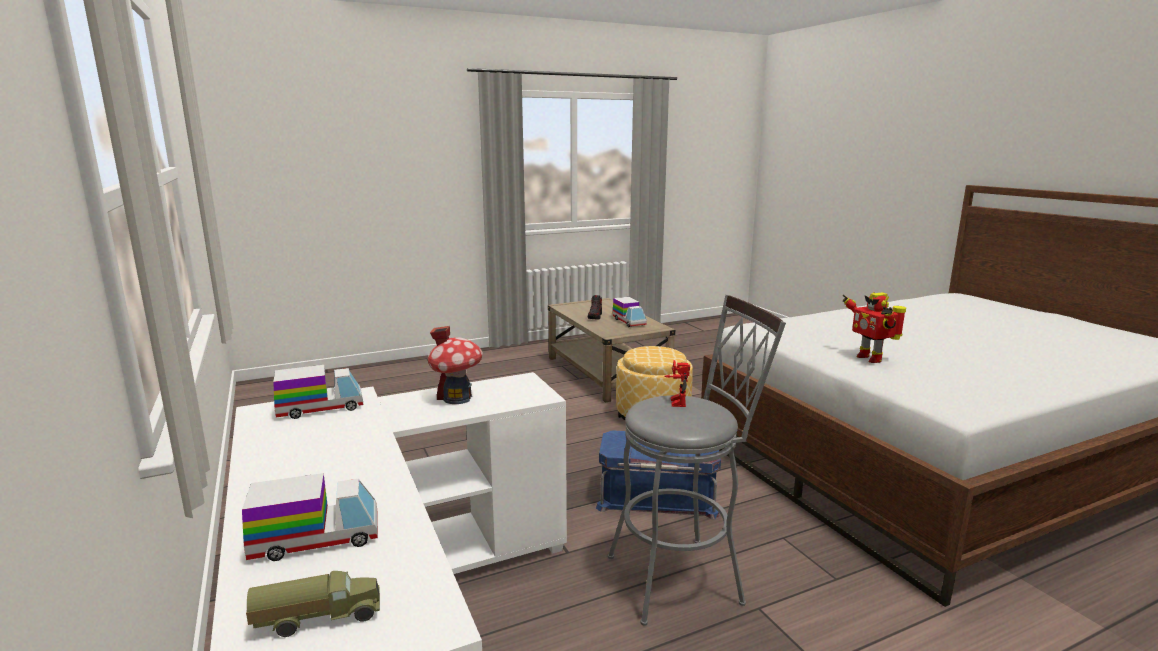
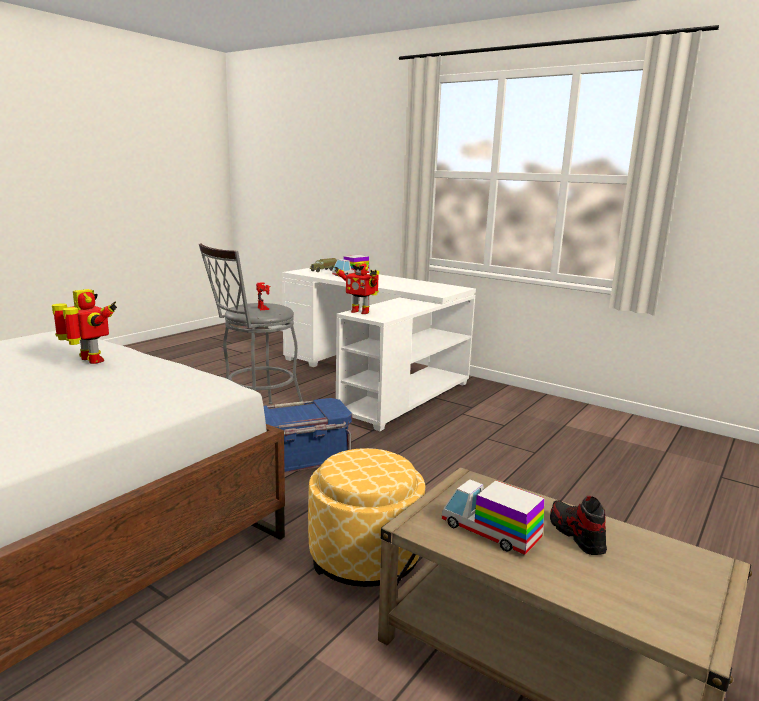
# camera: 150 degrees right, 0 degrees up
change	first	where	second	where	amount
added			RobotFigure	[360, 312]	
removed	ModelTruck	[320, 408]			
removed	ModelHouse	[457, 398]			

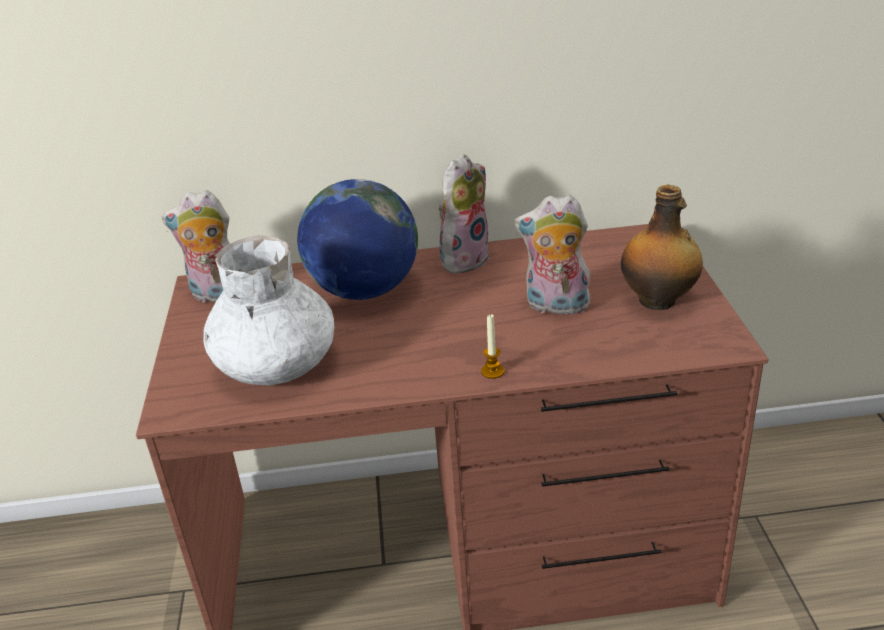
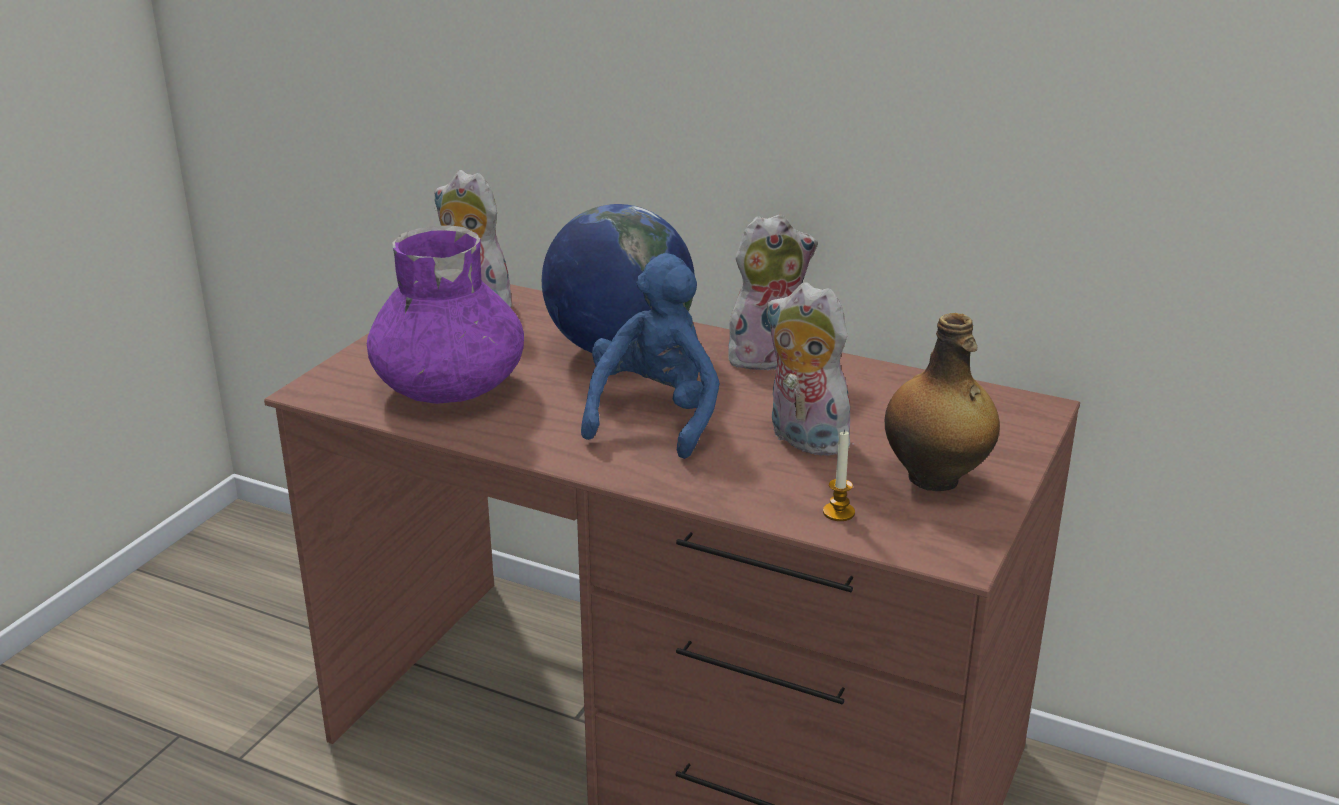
# camera: 30 degrees right, 5 degrees down
change	first	where	second	where	amount
recoloured	WhitishFlowerVase	[276, 364]	PurplishFlowerVase	[450, 386]	
added			BluishPlushToy	[655, 416]	
moved	WaxLight	[492, 371]		[838, 512]	

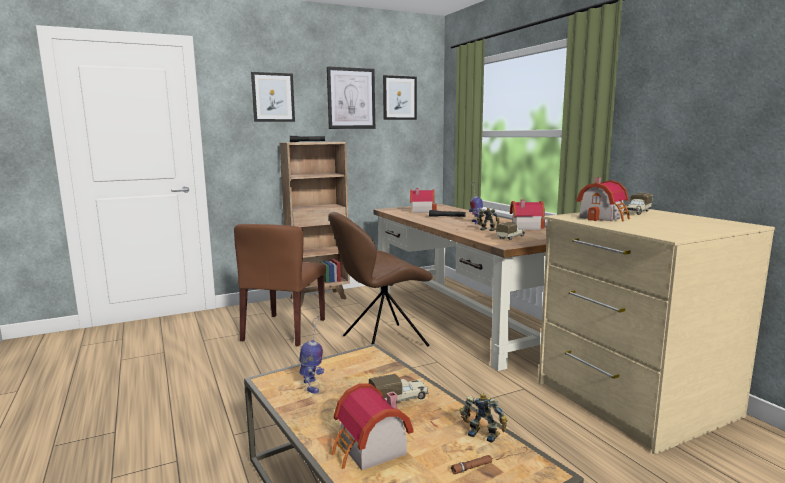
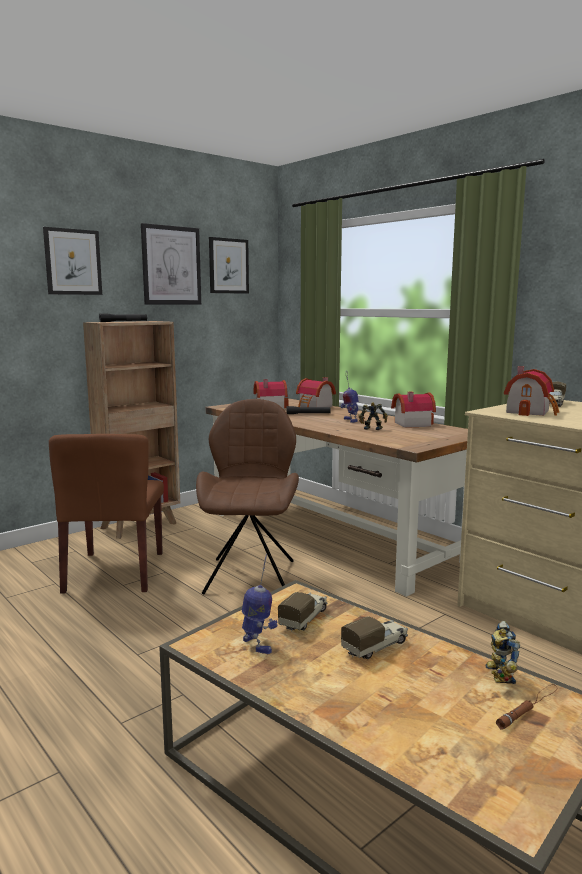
# camera: 15 degrees left, 0 degrees up
change	first	where	second	where	amount
turned	BrownUprightChair	[381, 341]		[251, 575]	135 degrees clockwise
moved	ModelTruck	[511, 237]		[304, 618]	
moved	ModelHouse	[369, 451]		[314, 406]	
turned	RobotFigure	[483, 433]		[497, 675]	105 degrees counterclockwise

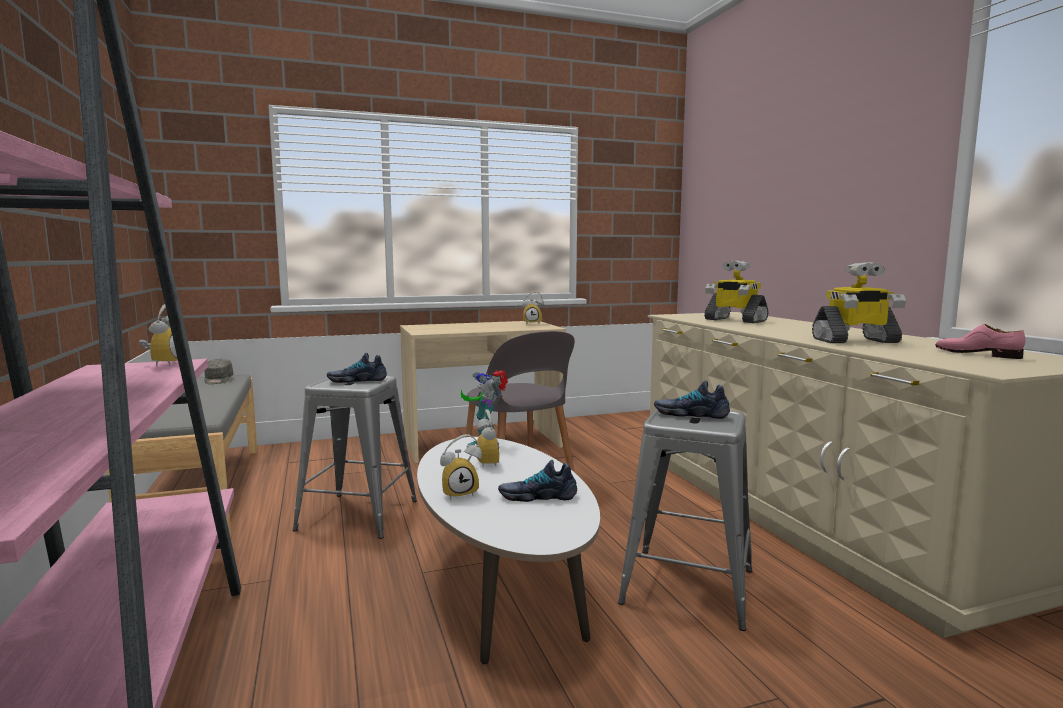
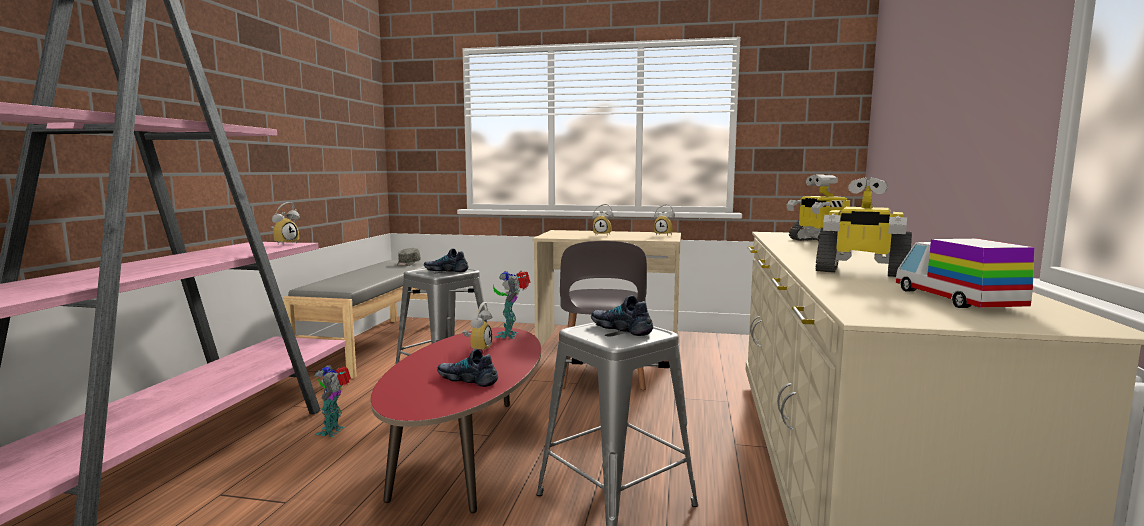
# camera: 30 degrees right, 0 degrees up
change	first	where	second	where	amount
added			RobotFigure	[333, 431]	
recoloured	WhitishLoungeTable	[501, 587]	RedLoungeTable	[468, 456]	
moved	BedsideClock	[460, 493]		[603, 235]	
replaced	PinkColouredShoe	[977, 354]	ModelTruck	[956, 299]	

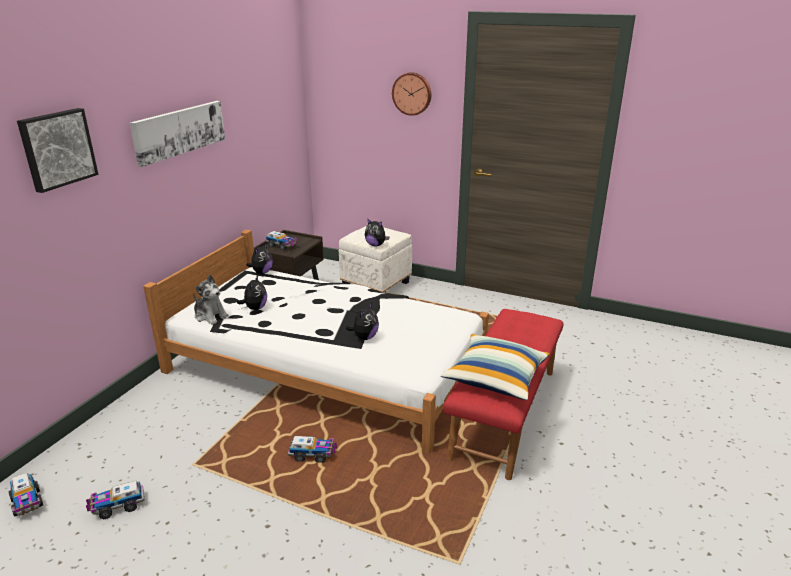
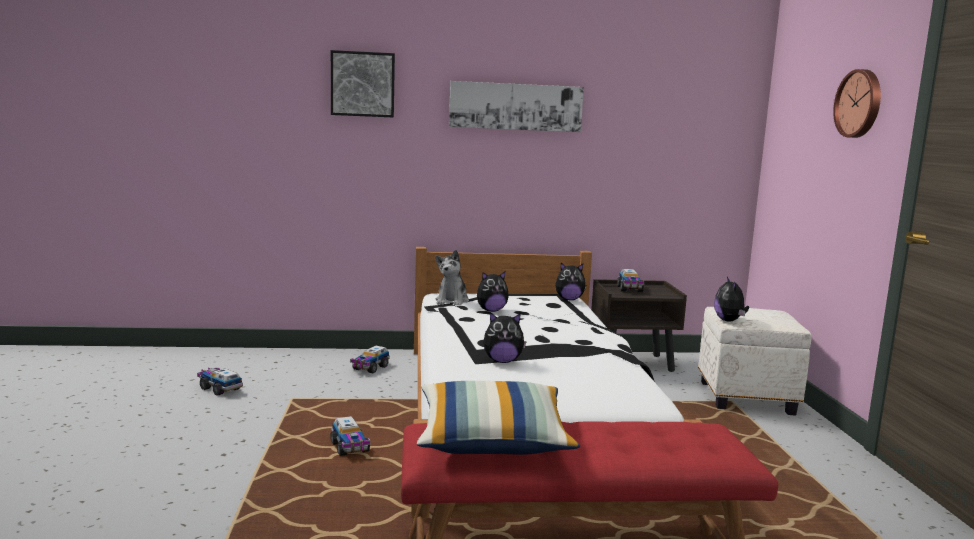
# camera: 60 degrees right, 15 degrees down
change	first	where	second	where	amount
moved	ModelTruck	[27, 503]		[370, 368]	

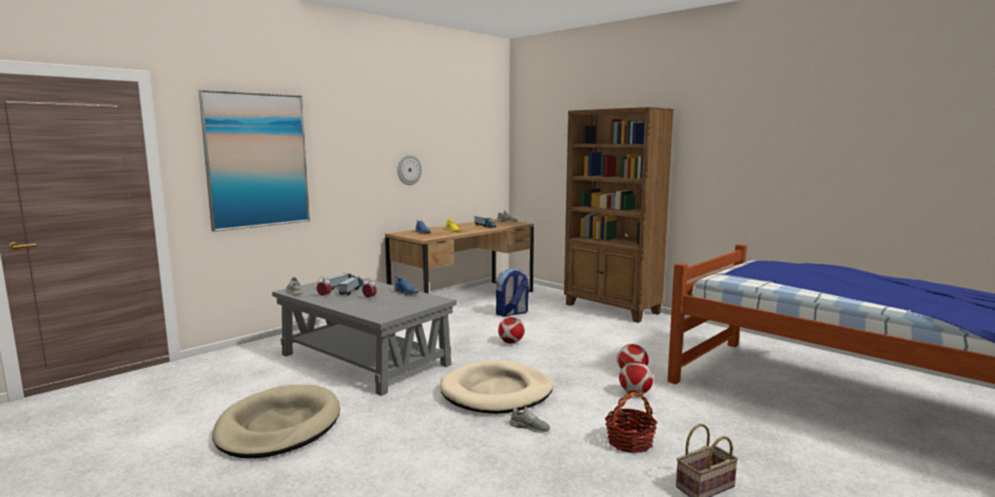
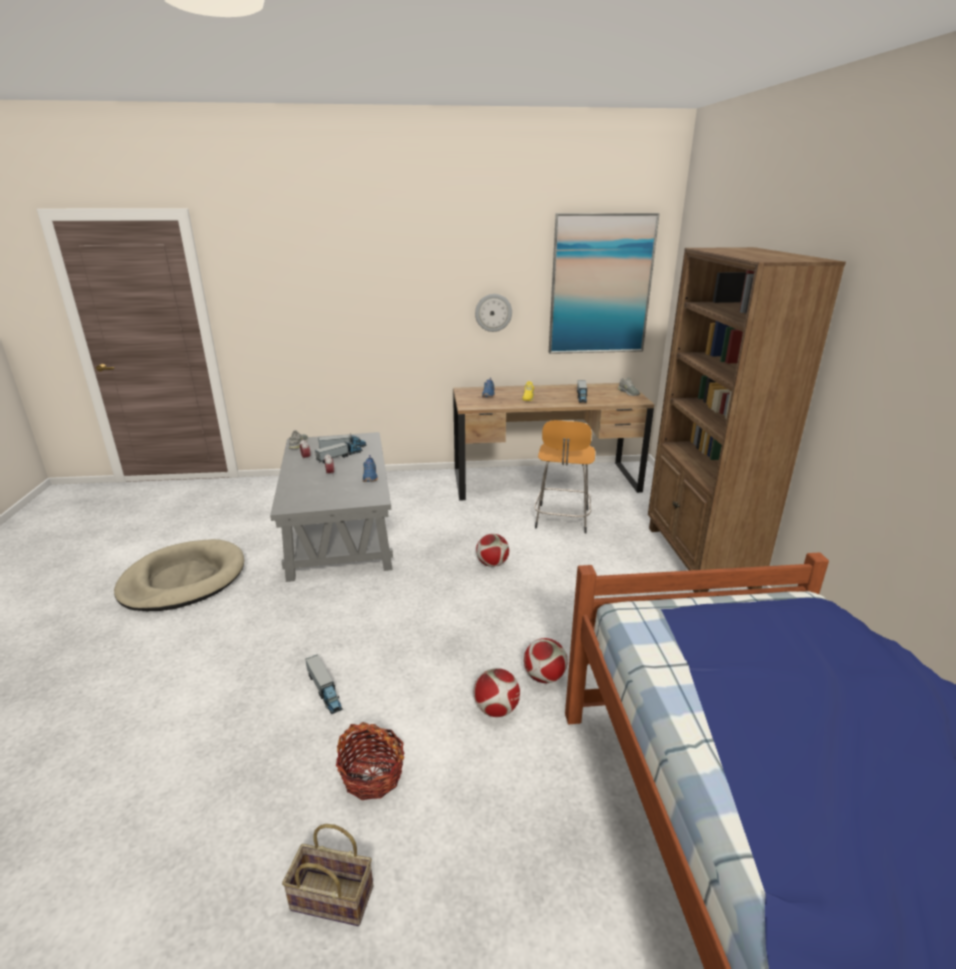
# camera: 40 degrees right, 15 degrees up
change	first	where	second	where	amount
replaced	GrayShoe	[529, 427]	ModelTruck	[324, 691]	
replaced	Backpack	[511, 313]	OrangeStoolSeat	[562, 520]	
moved	Picture	[257, 160]		[600, 285]	
removed	BeigeColouredPetBed	[497, 392]			

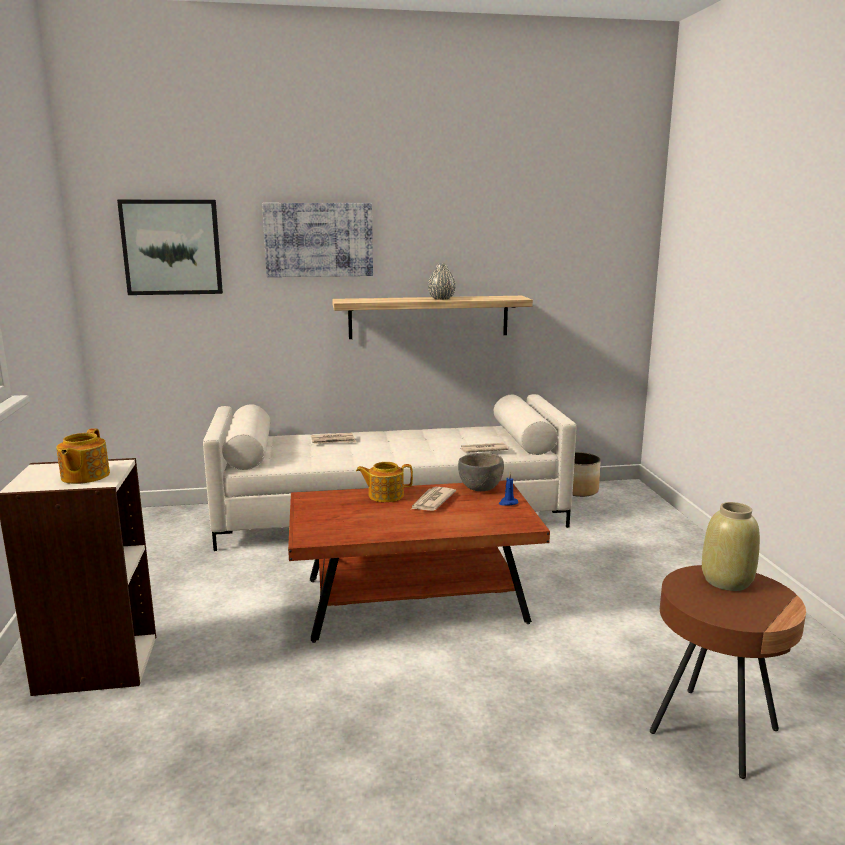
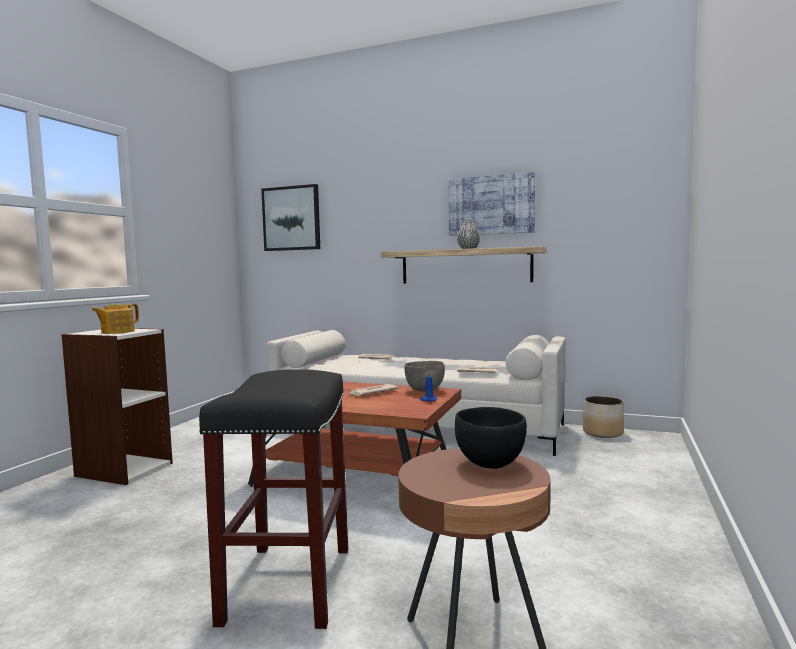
# camera: 30 degrees right, 10 degrees down
change	first	where	second	where	amount
added			BlackColouredStoolSeat	[289, 585]	
moved	Picture	[318, 240]		[491, 205]	
replaced	BeigeColouredFlowerVase	[725, 581]	BlackColouredServingBowl	[489, 463]	
removed	TeaPot	[385, 495]			

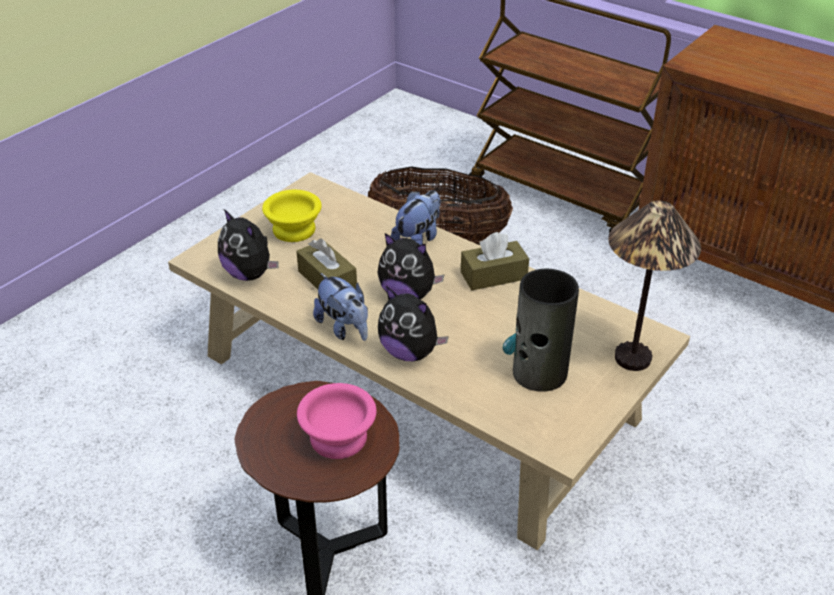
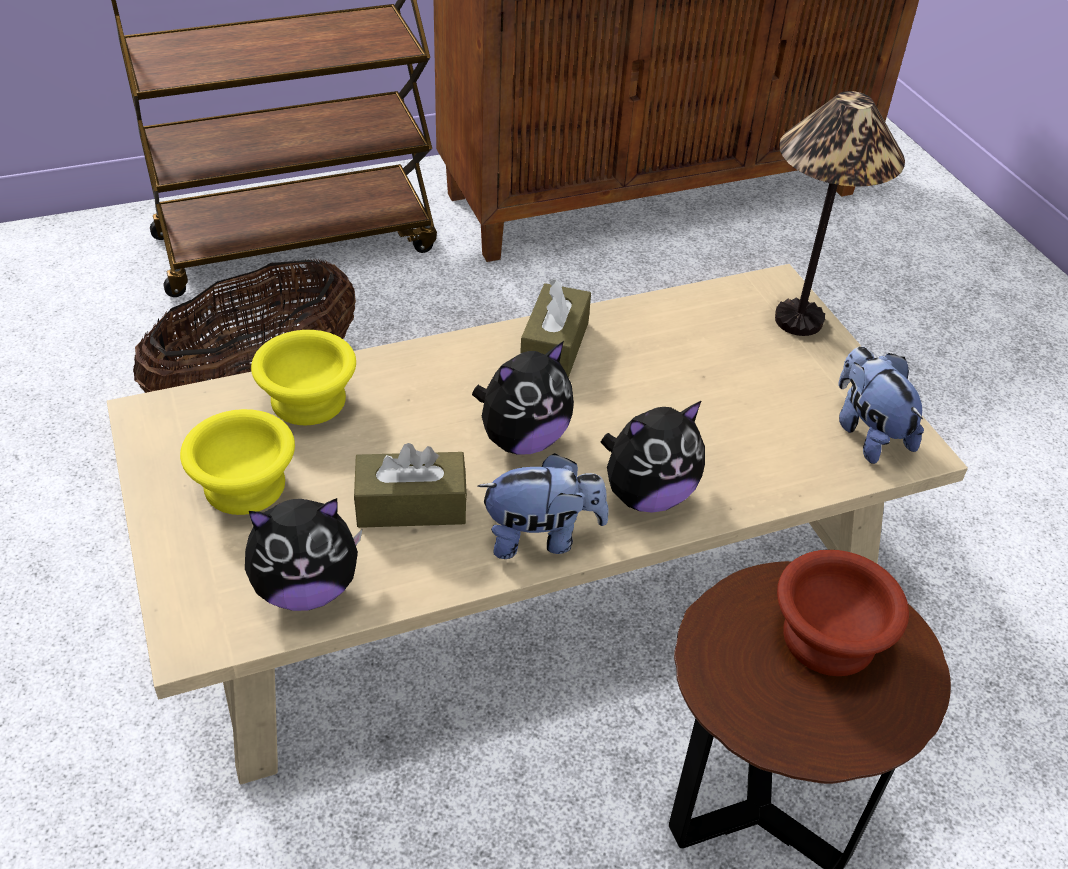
# camera: 60 degrees left, 5 degrees up
change	first	where	second	where	amount
added			YellowServingBowl	[310, 399]	
recoloured	PinkColouredServingBowl	[336, 439]	BrownServingBowl	[829, 642]	
moved	PlushToy	[418, 239]		[867, 433]	
removed	FlowerVase	[539, 373]			

